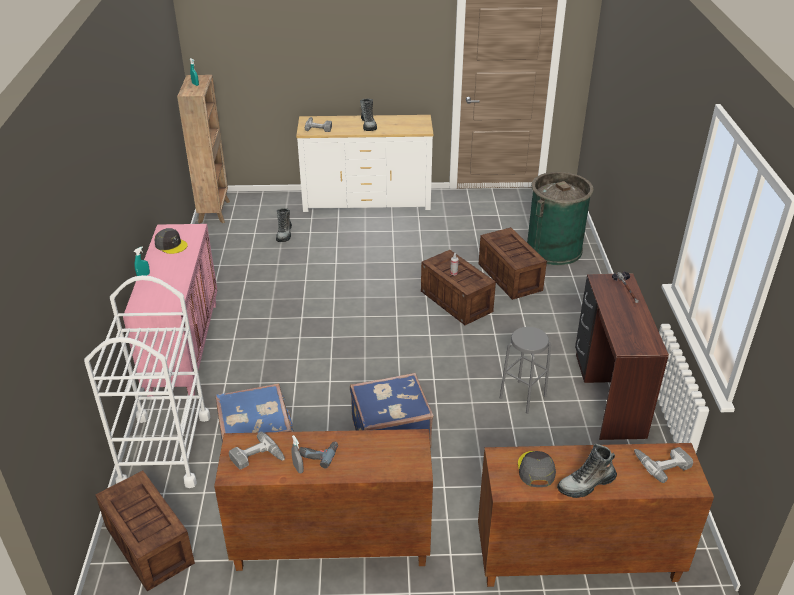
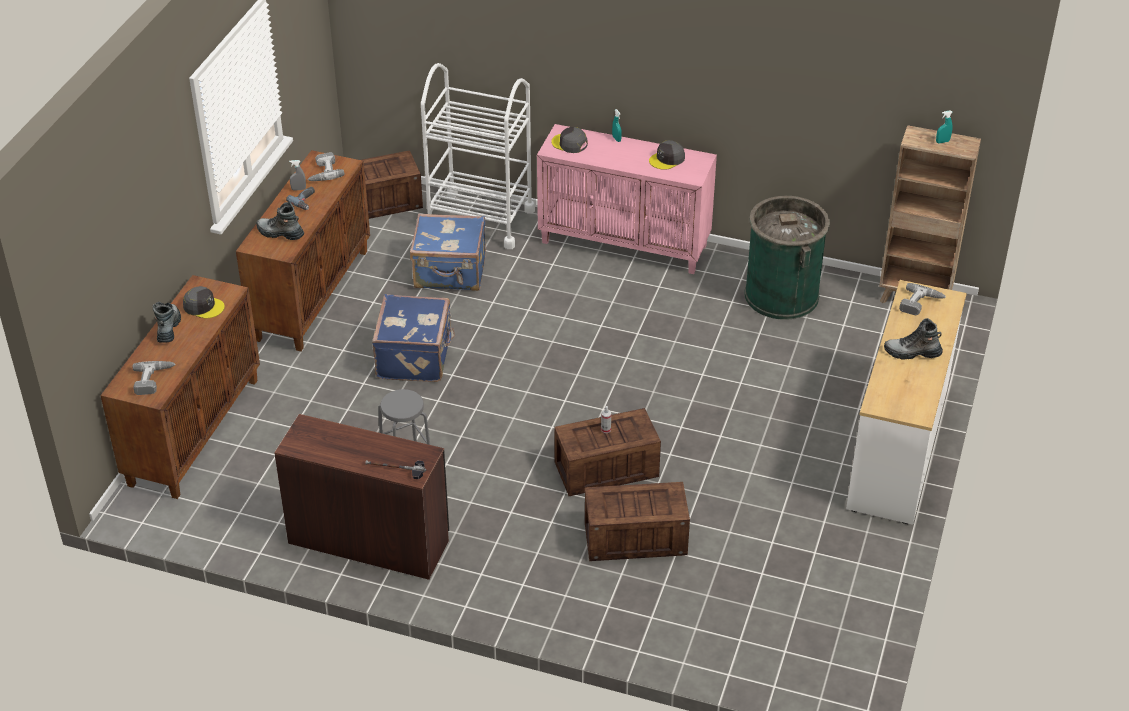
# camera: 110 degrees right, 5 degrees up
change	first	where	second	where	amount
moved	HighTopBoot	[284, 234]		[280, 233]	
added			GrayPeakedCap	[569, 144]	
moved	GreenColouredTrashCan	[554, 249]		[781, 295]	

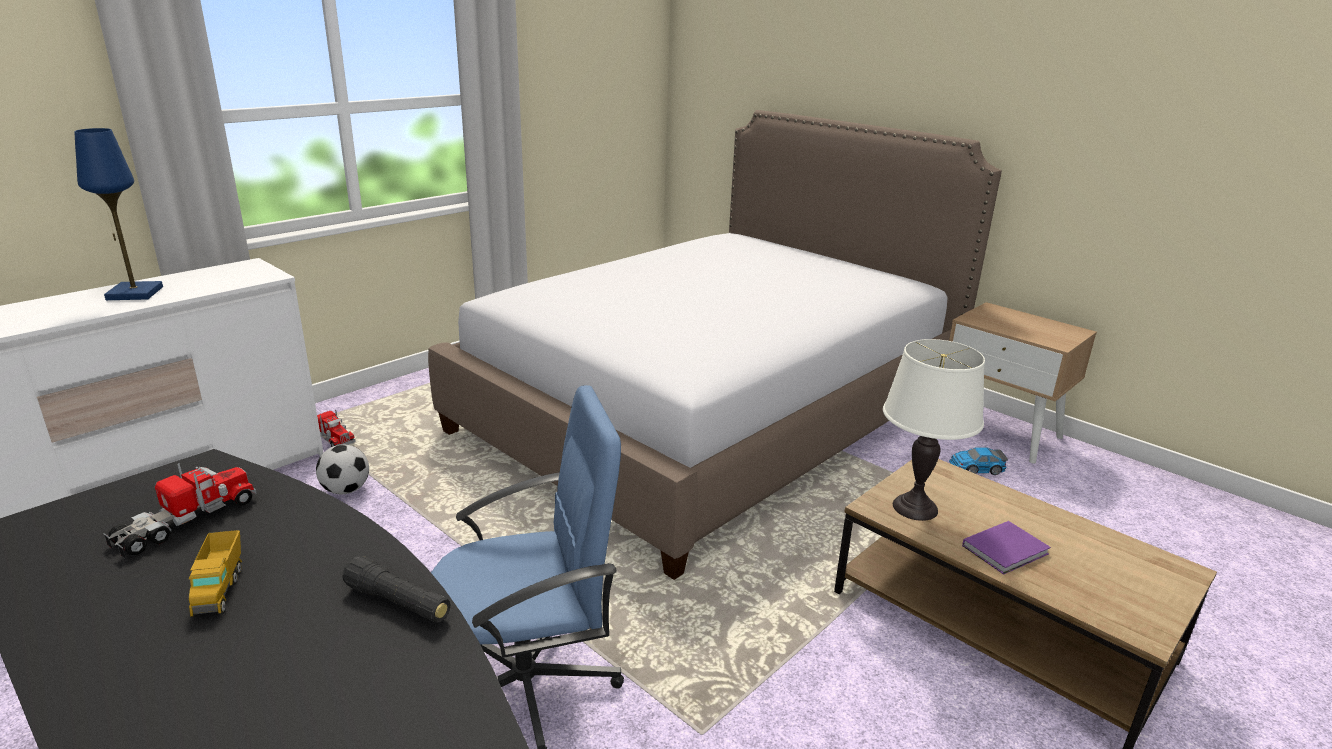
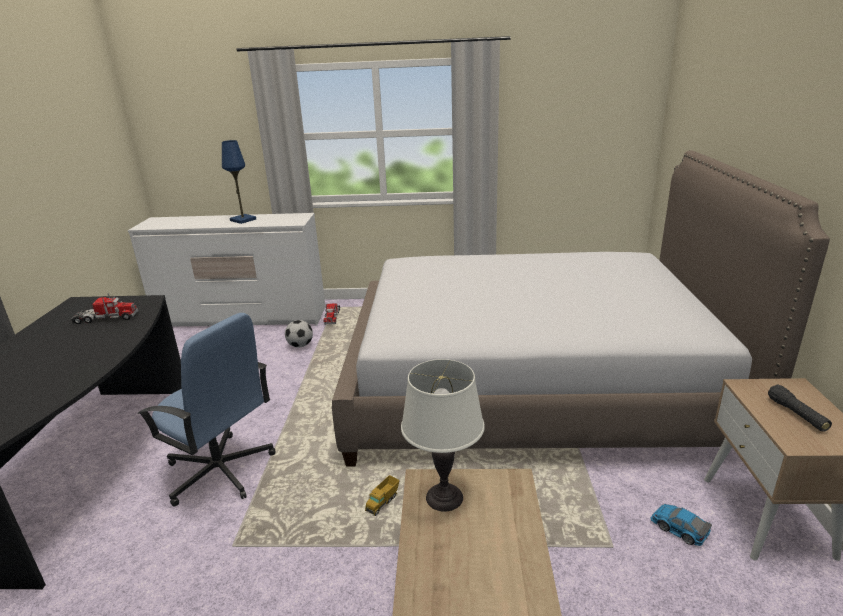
# camera: 50 degrees right, 0 degrees up
change	first	where	second	where	amount
moved	ModelTruck	[219, 589]		[383, 503]	
moved	BlackColouredHandTorch	[398, 603]		[797, 414]	
removed	PurplishBook	[1007, 550]			

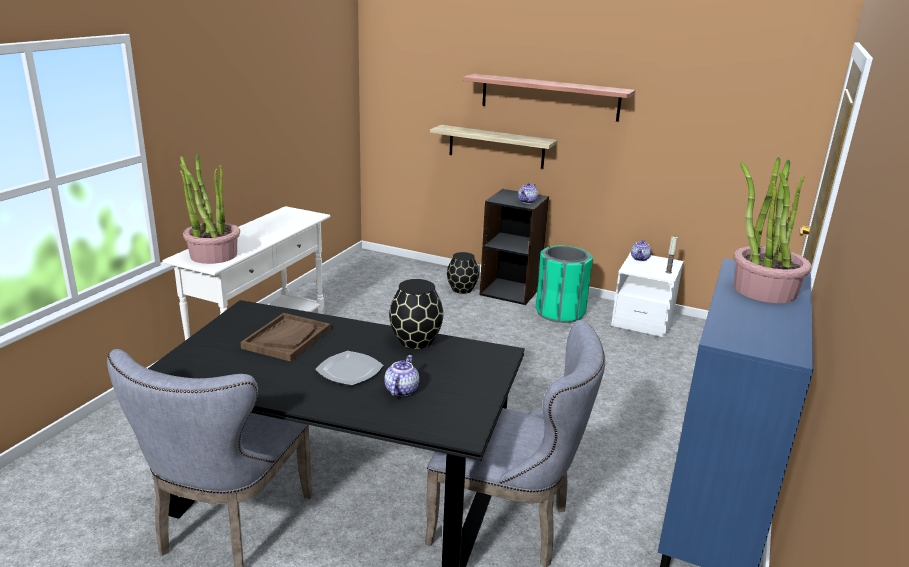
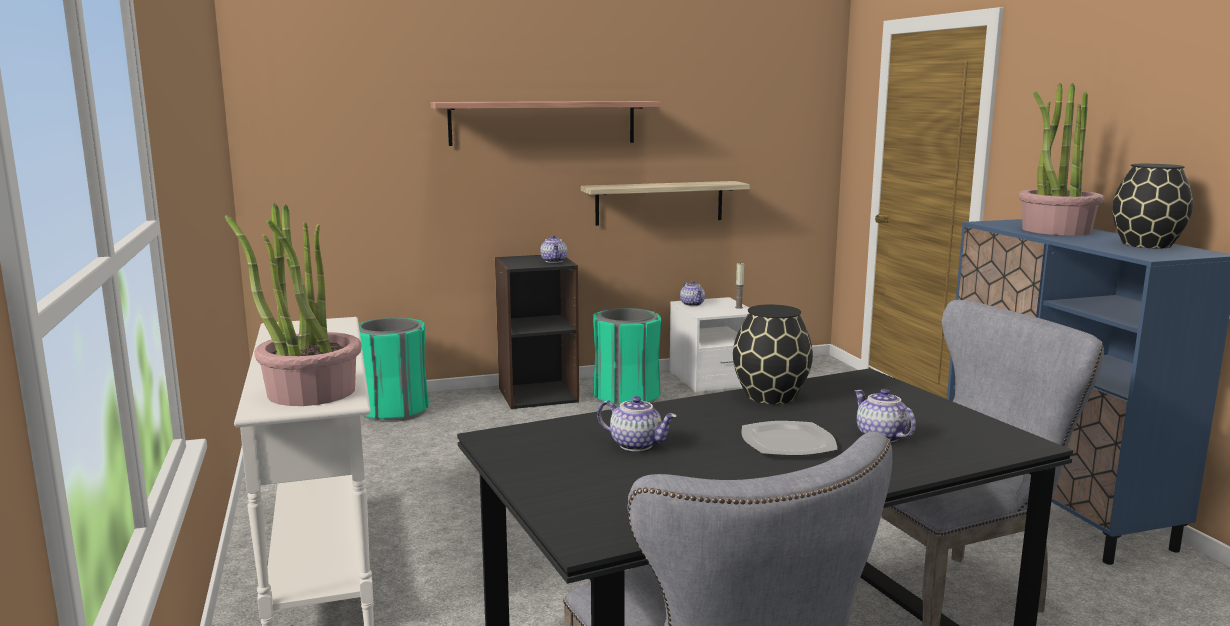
# camera: 40 degrees left, 10 degrees down
change	first	where	second	where	amount
added			GreenColouredTrashCan	[393, 411]	
moved	WallShelf	[496, 146]		[659, 203]	
replaced	BrownTray	[287, 339]	TeaPot	[637, 444]	
moved	BlackColouredFlowerVase	[461, 289]		[1145, 245]	

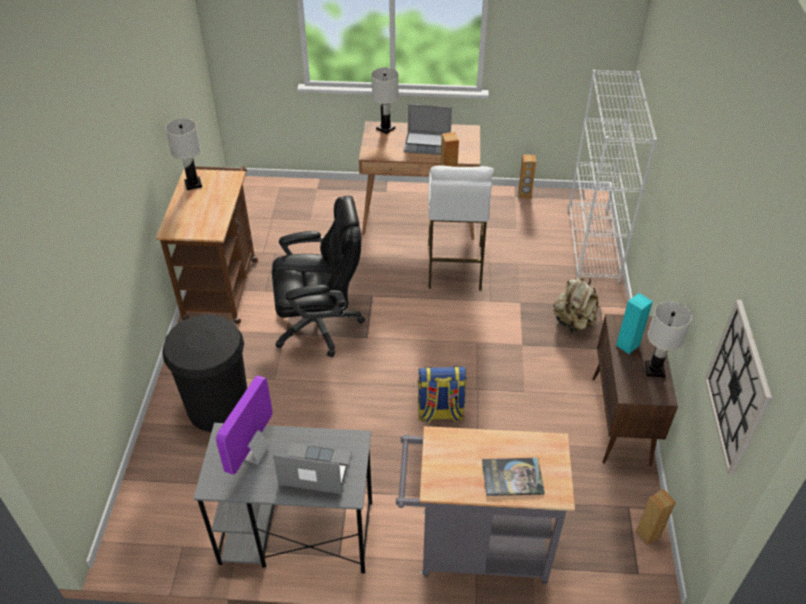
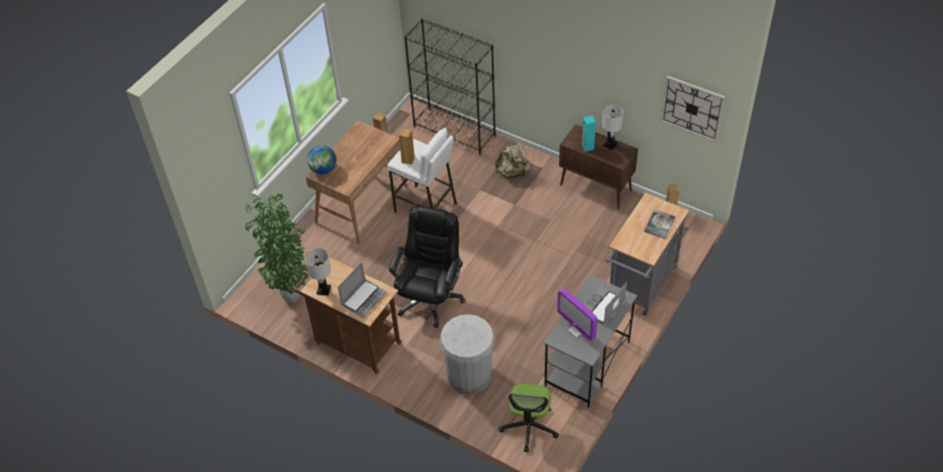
# camera: 60 degrees left, 5 degrees up
change	first	where	second	where	amount
added			PlantInAPot	[290, 294]	
replaced	WhitishLampForATable	[385, 128]	DeskGlobe	[323, 169]	
moved	Laptop	[428, 144]		[363, 298]	
recoloured	WhitishShelvingUnit	[593, 245]	BlackColouredShelvingUnit	[455, 131]	
recoloured	BlackColouredTrashCan	[218, 407]	WhitishTrashCan	[469, 375]	
added			DeskChair	[529, 427]	
removed	Backpack	[440, 412]			

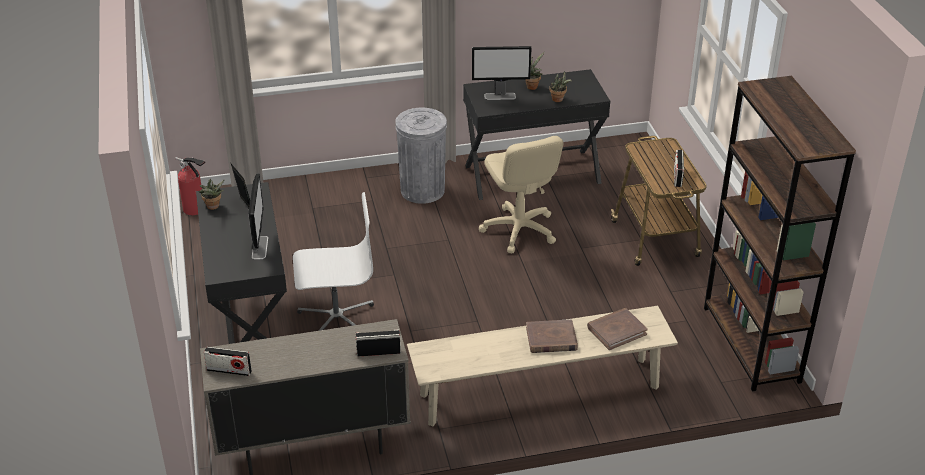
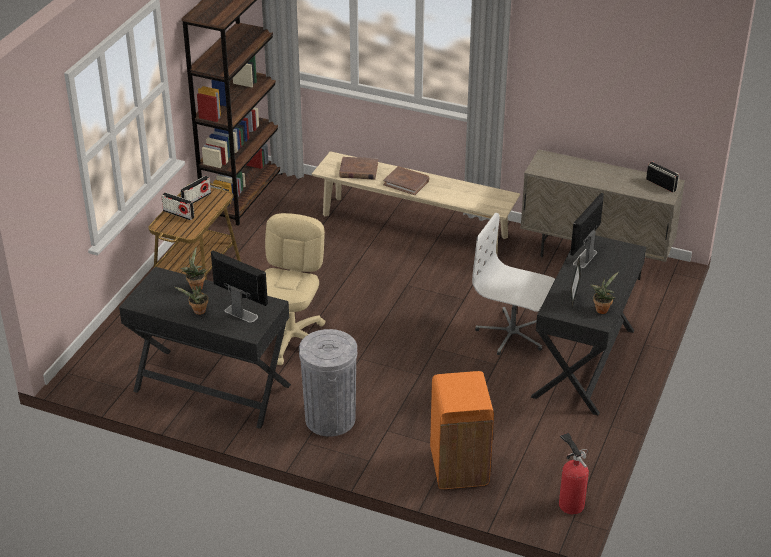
# camera: 145 degrees left, 0 degrees up
change	first	where	second	where	amount
moved	Radio	[378, 352]		[178, 214]	
added			OrangeTrashCan	[460, 467]	

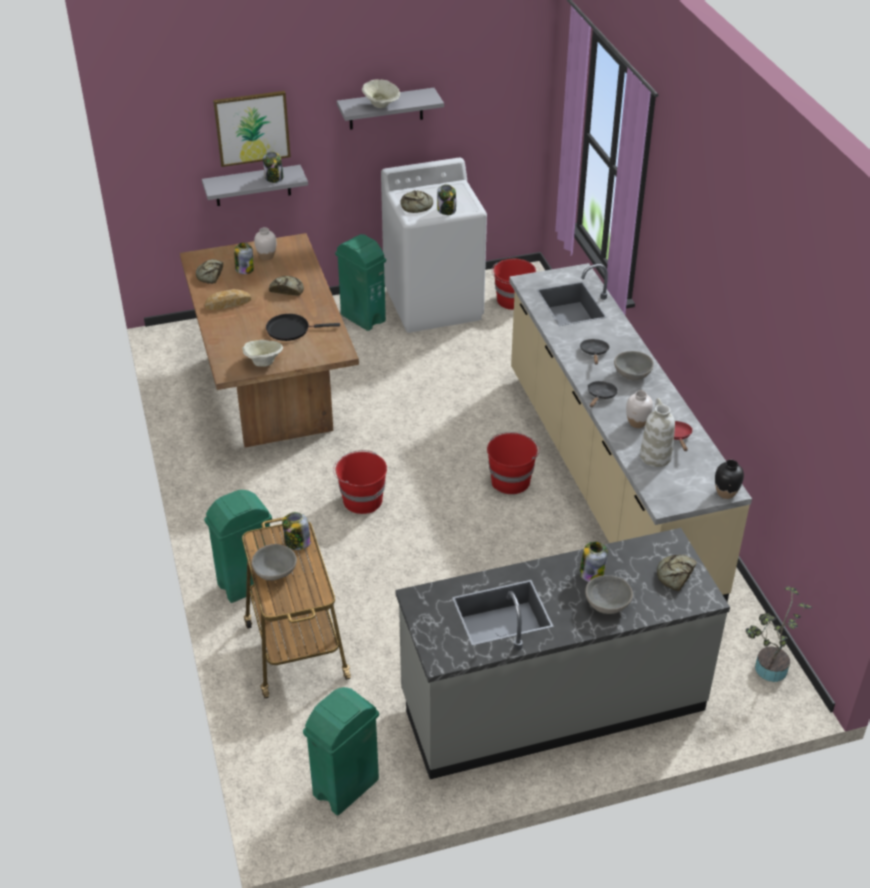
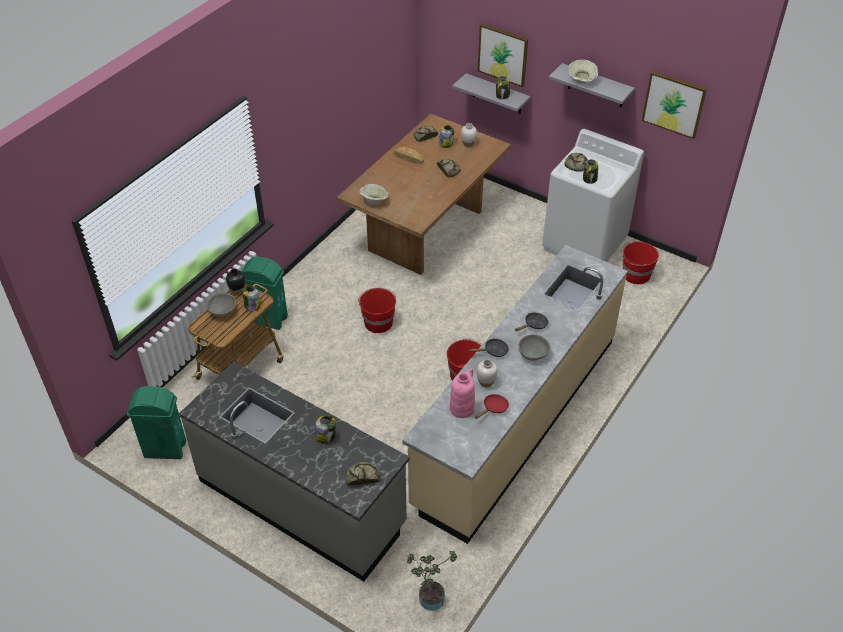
# camera: 50 degrees right, 5 degrees up
change	first	where	second	where	amount
moved	BlackColouredFlowerVase	[725, 493]		[237, 290]	
recoloured	WhitishFlowerVase	[655, 456]	PinkColouredFlowerVase	[462, 408]	
added			Picture	[674, 104]	
removed	BlackColouredPan	[291, 329]			
removed	GreenColouredTrashCan	[363, 318]			
removed	GrayServingBowl	[607, 603]			

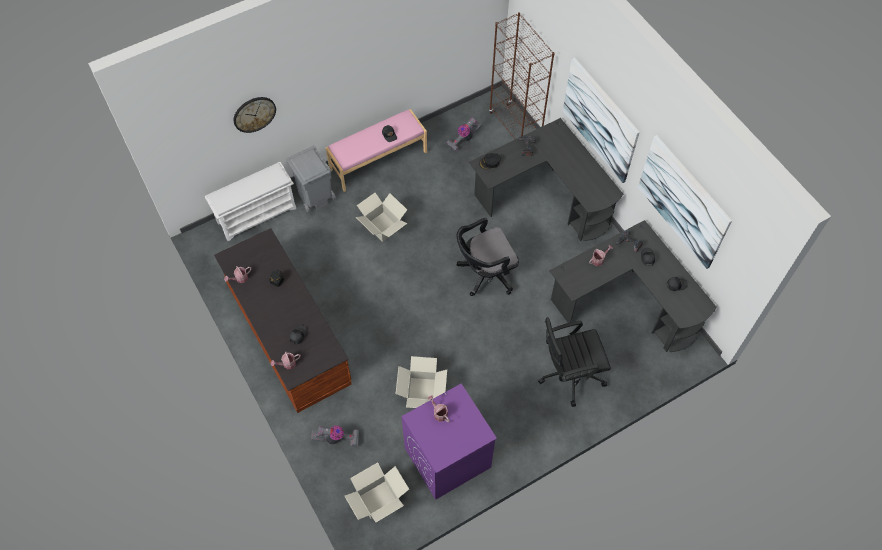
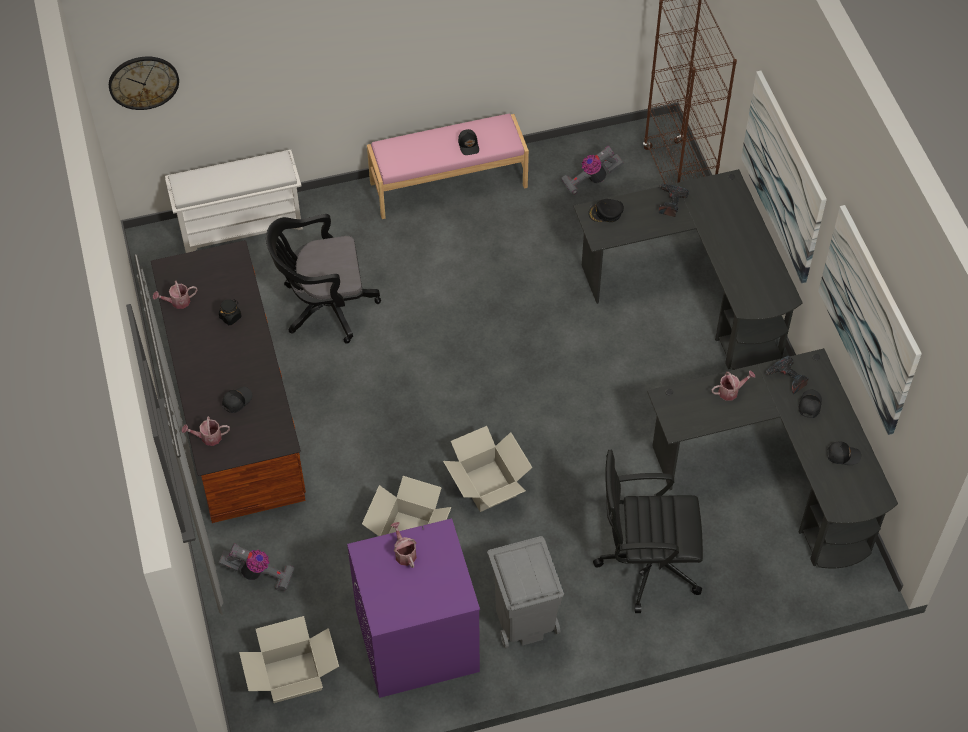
# camera: 15 degrees right, 5 degrees down
change	first	where	second	where	amount
moved	HangingClock	[254, 114]		[143, 82]	
moved	BlackColouredDeskChair	[485, 273]		[324, 307]	
moved	PackingBox	[382, 227]		[487, 486]	
moved	GrayTrashCan	[315, 196]		[524, 619]	

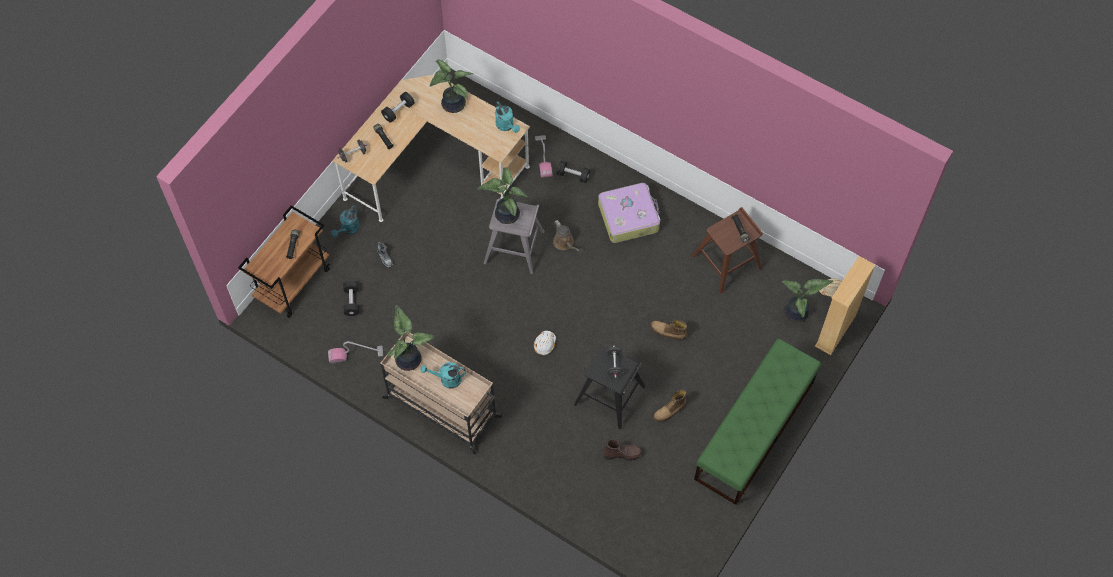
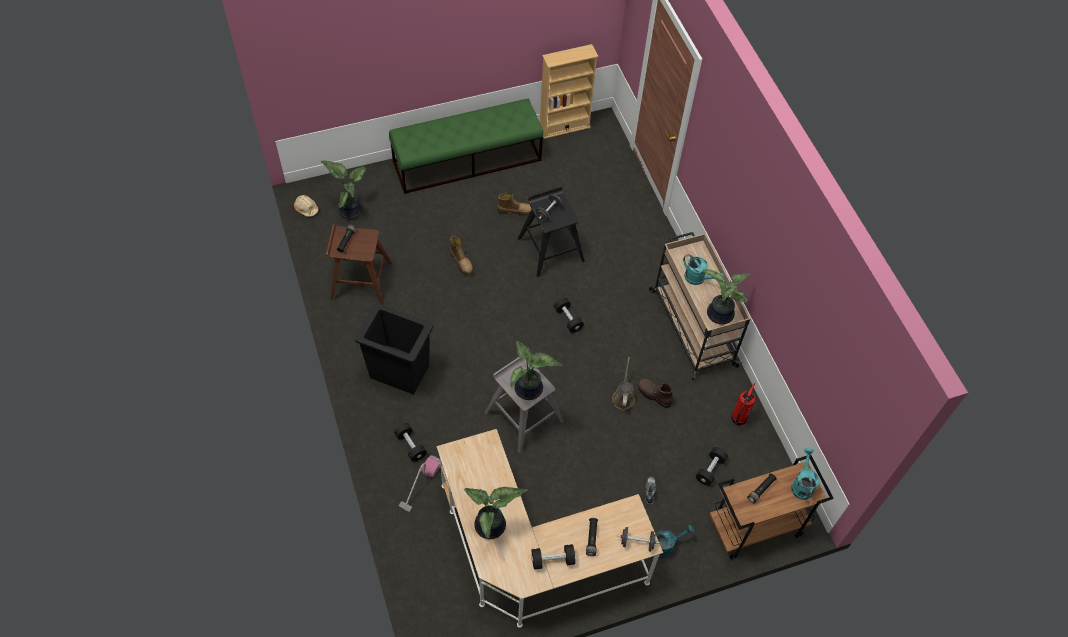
# camera: 145 degrees left, 5 degrees down
change	first	where	second	where	amount
replaced	PieceOfLuggage	[629, 217]	BlackColouredTrashCan	[400, 372]	
moved	BeigeColouredShelvingUnit	[835, 330]		[564, 127]	
replaced	WhitishWorkHelmet	[544, 344]	BlackColouredDumbbell	[568, 319]	
moved	BrownWateringPot	[564, 243]		[623, 397]	
moved	BrownHighTopBoot	[622, 454]		[654, 395]	
replaced	Vacuum	[355, 354]	FireExtinguisher	[738, 419]	
moved	TurquoiseColouredWateringPot	[506, 126]		[802, 484]	

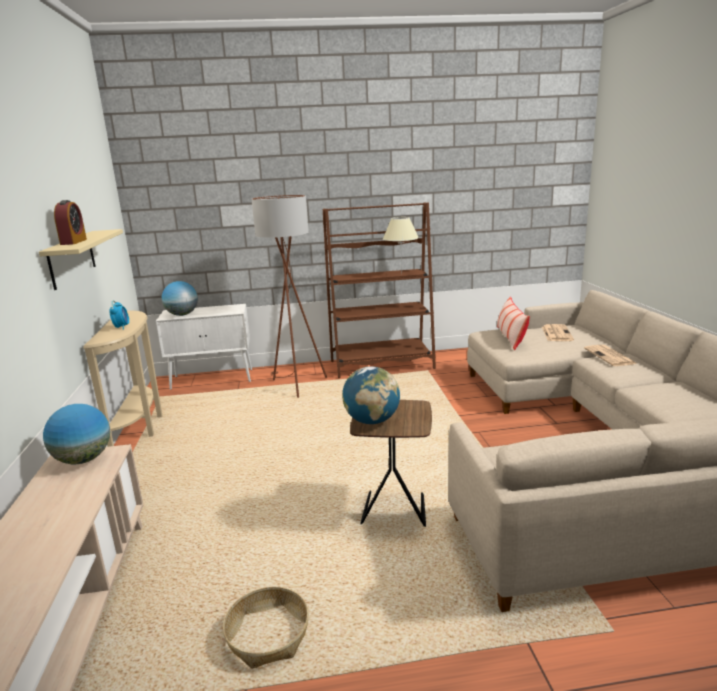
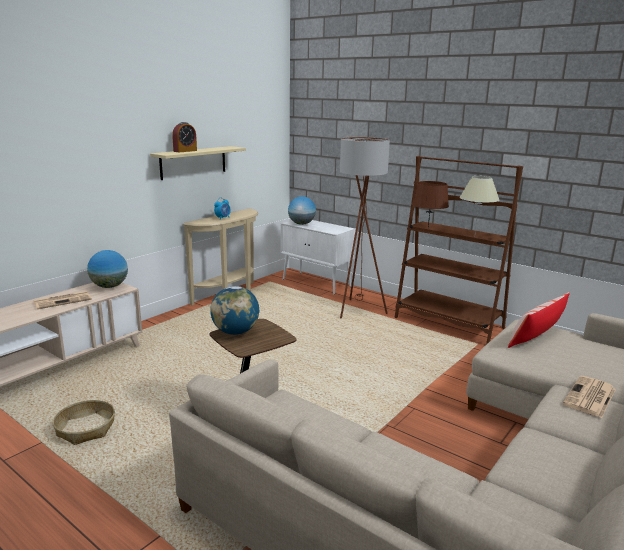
# camera: 45 degrees right, 0 degrees up
change	first	where	second	where	amount
moved	PrintedPaper	[556, 333]		[63, 300]	
added			BrownLampForATable	[428, 228]	

